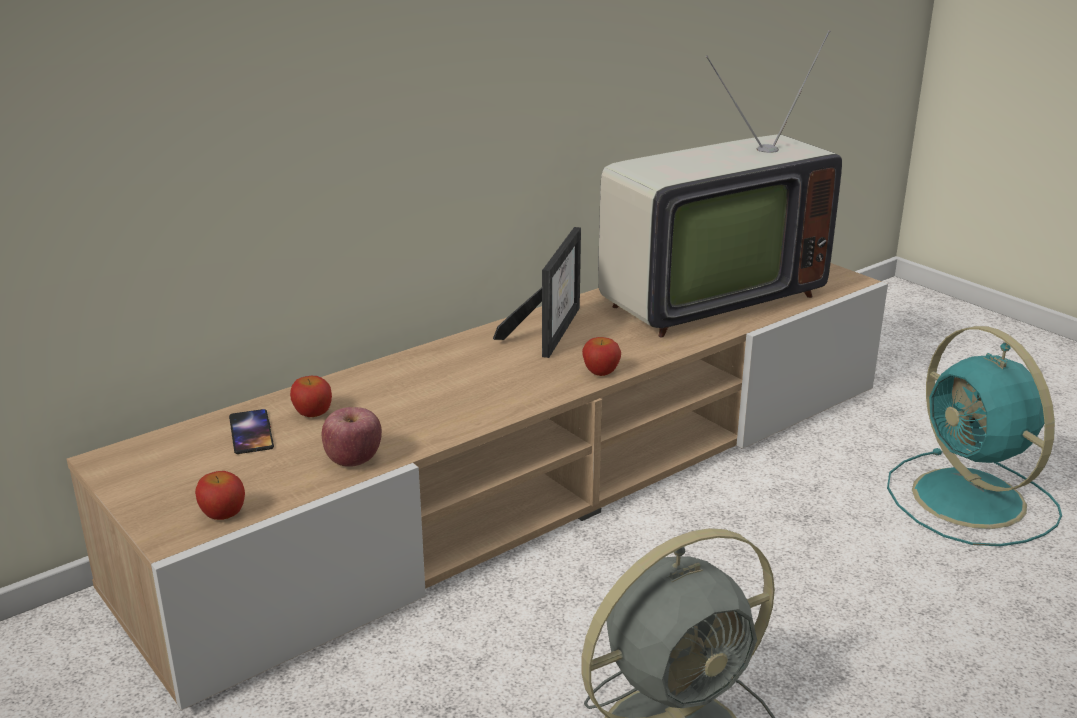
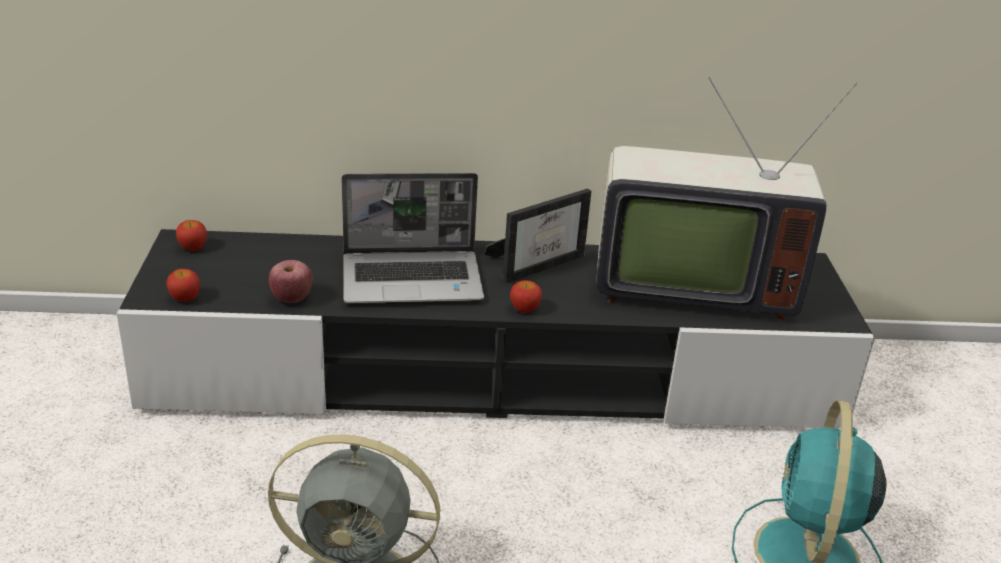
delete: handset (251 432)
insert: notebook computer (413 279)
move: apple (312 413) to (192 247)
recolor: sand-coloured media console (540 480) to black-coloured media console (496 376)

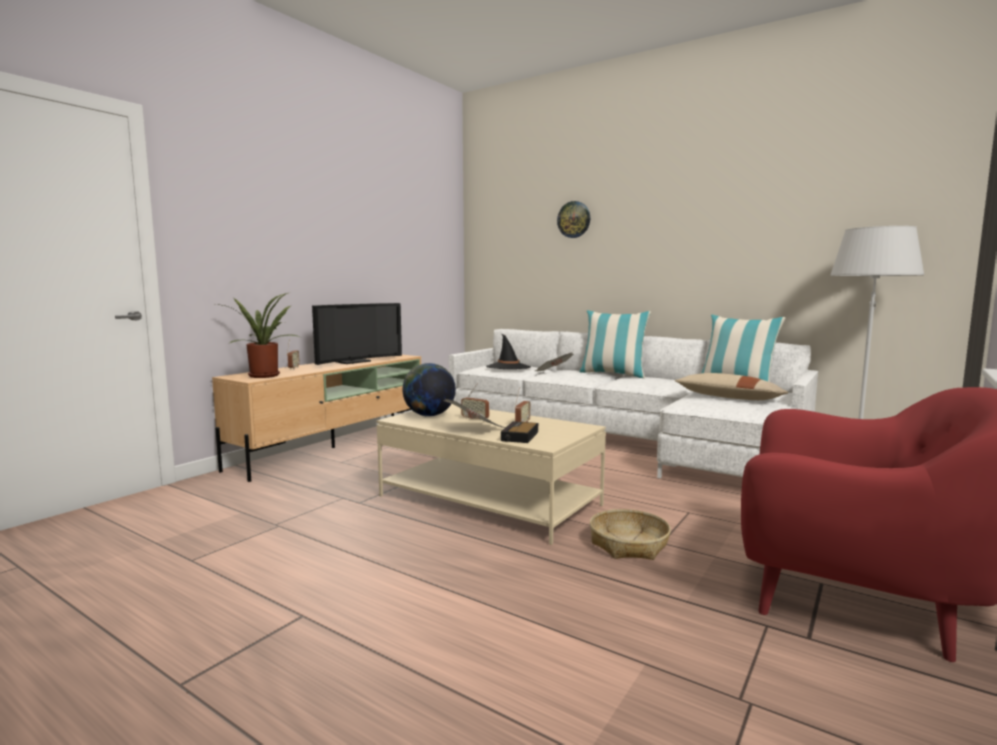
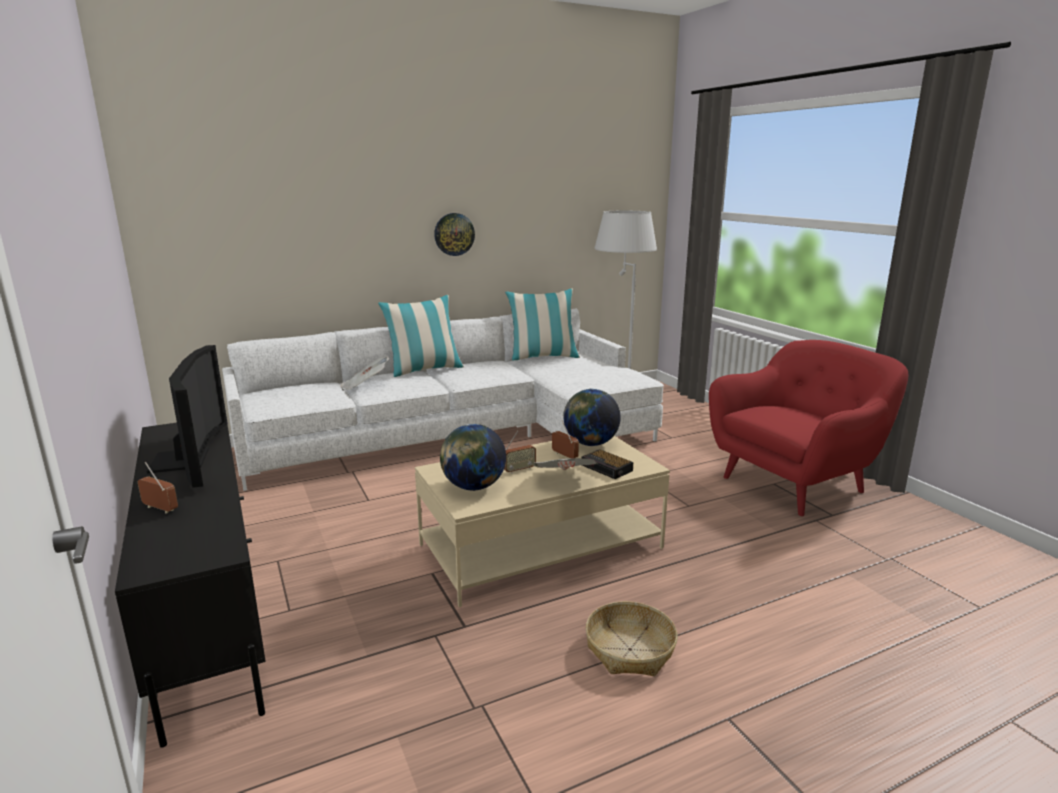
delete: houseplant (264 375); black-coloured clothing hat (508 367); sand-coloured throw pillow (729 398)
insert: globe (590 444)
move: hanging clock (574 219) to (454 234); storage basket (628 544) to (629 650)
recolor: sand-coloured media console (334 447) to black-coloured media console (208 602)

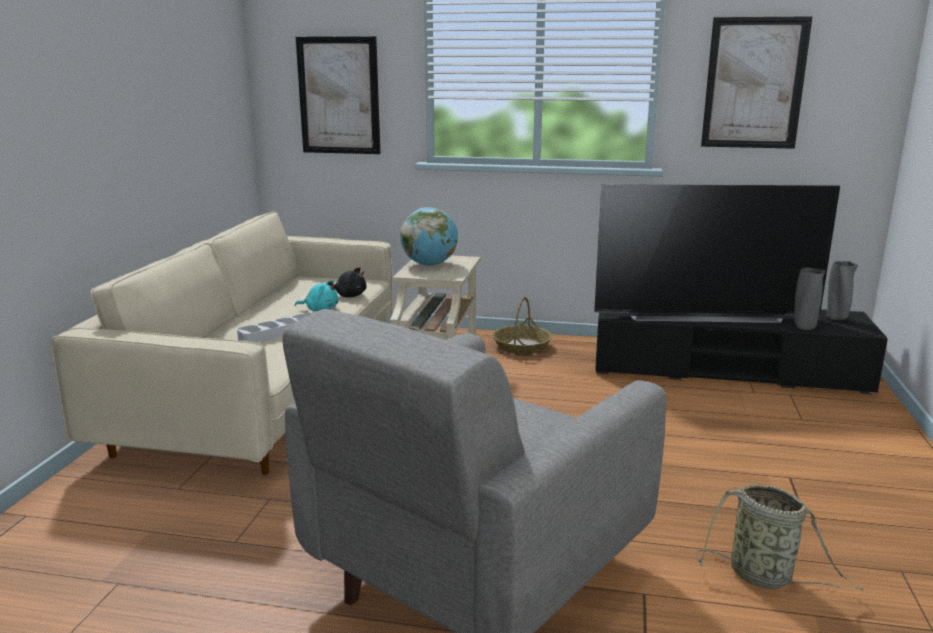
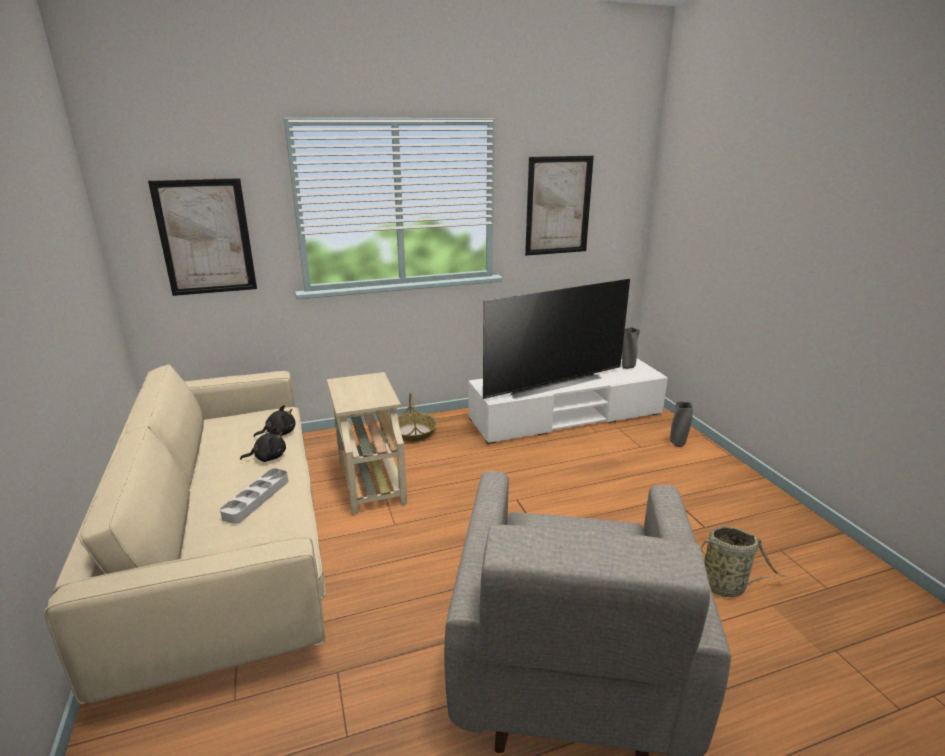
delete: globe (429 265)
move: greyish vase (804 327) to (678 444)
recolor: turquoise soft toy (320 309) to black-coloured soft toy (268 457); black-coloured media console (726 369) to whitish media console (566 416)

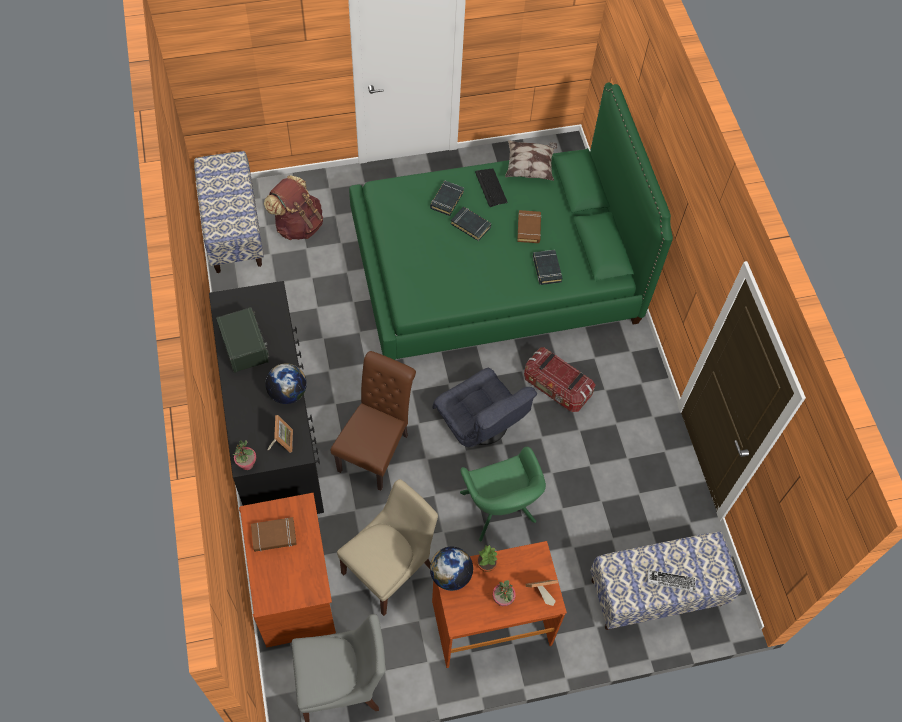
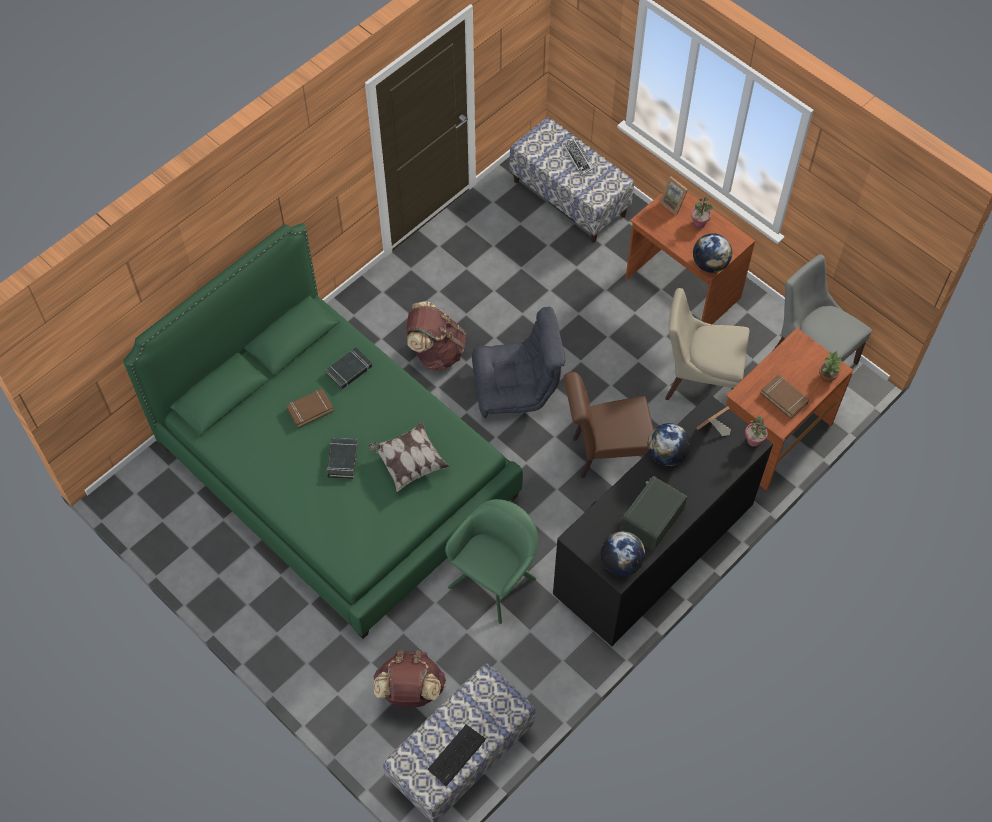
delete: black-coloured volume (446 200)
insert: globe (621 562)
move: green-coloured lounge chair (499 511) to (495 579); PC keyboard (490 187) to (456 755); houseplant (486 565) to (827 376); throw pillow (530 167) to (409 462)
replace: storage bin (556 388) to brown-coloured knapsack (436 351)
rotate: greyish lounge chair (481 423) = (516 389) 60 degrees clockwise

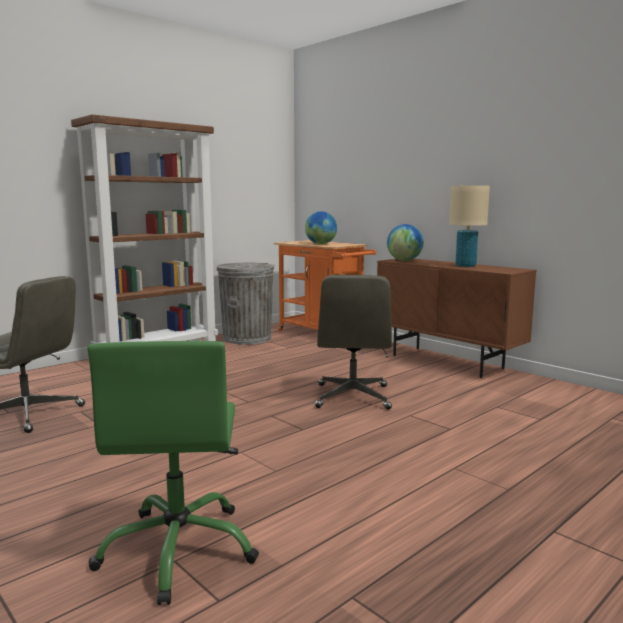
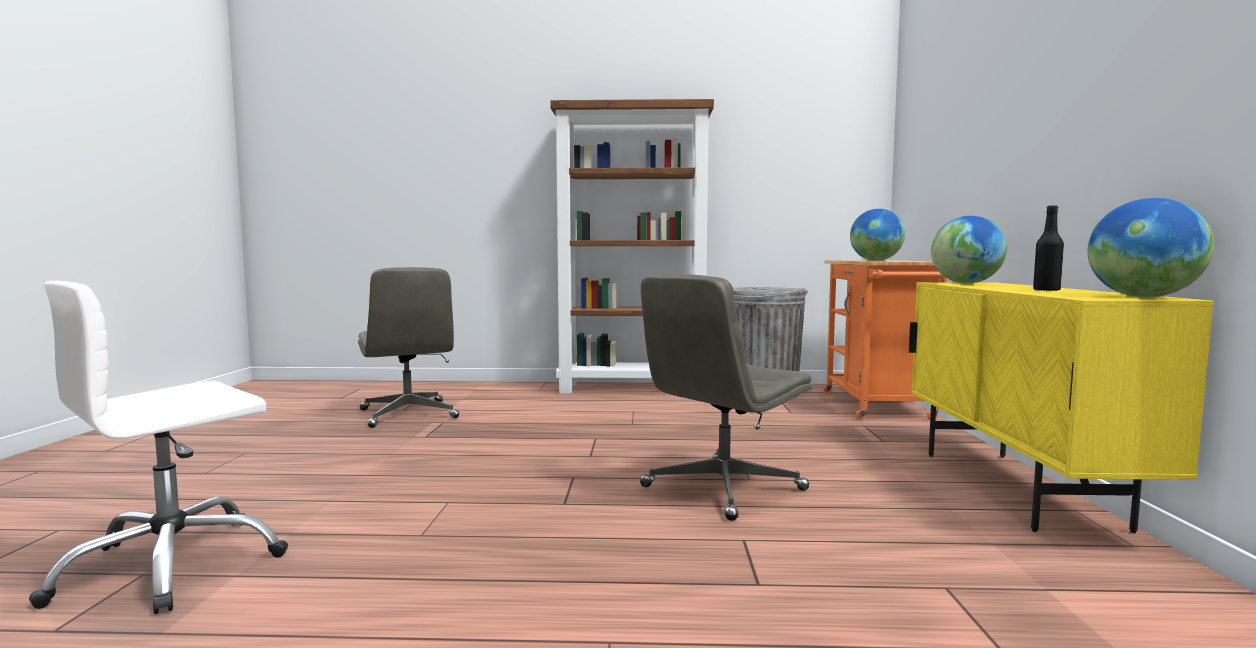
insert: globe (1142 297)
replace: sand-coloured table lamp (465 266) to black-coloured bottle (1046 290)
recolor: green-coloured desk chair (179 549) to whitish desk chair (171 566); brown-coloured cupboard (447 362) to yellowish cupboard (1016 488)

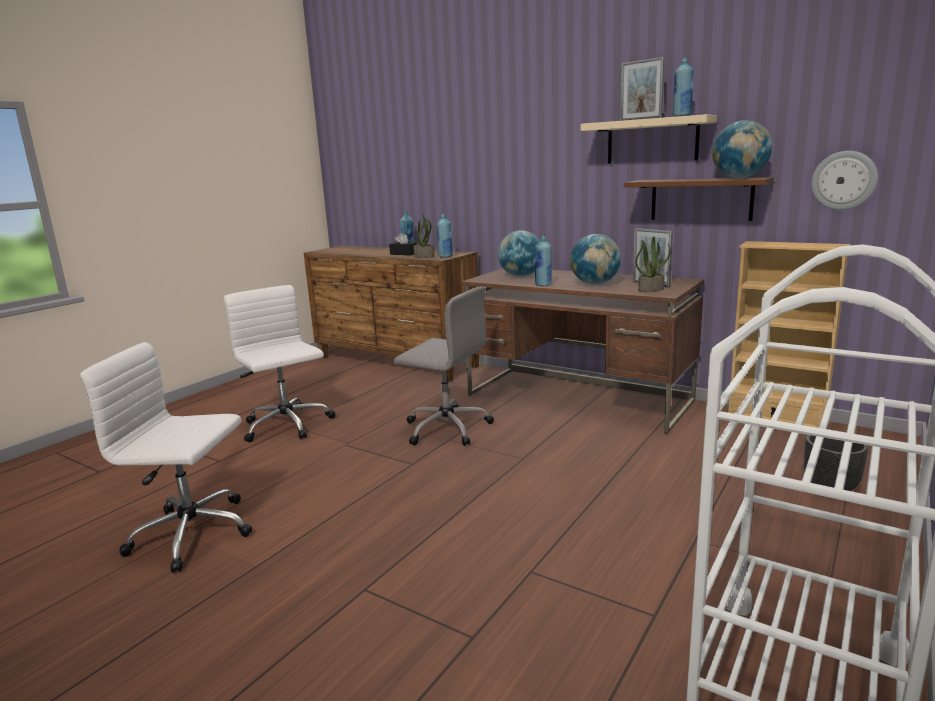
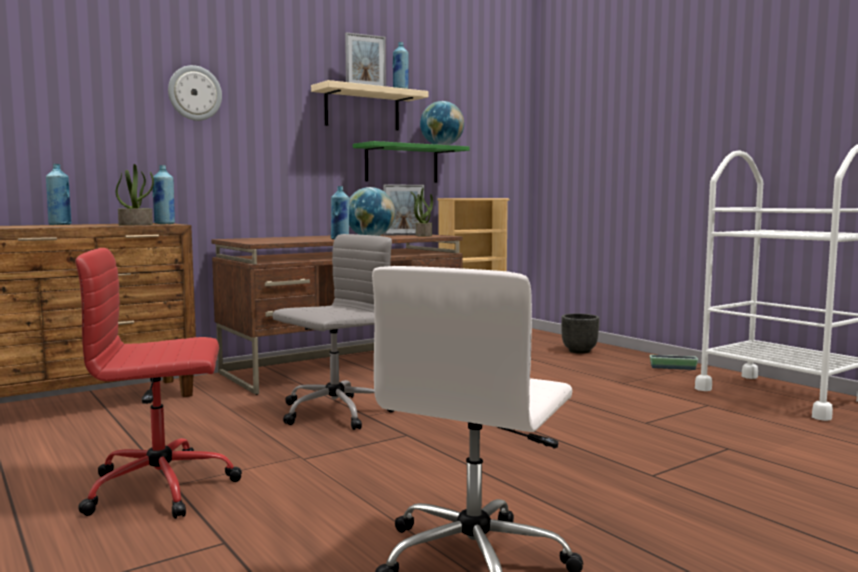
delete: black-coloured tissue holder (403 254); globe (521 276)
insert: flower pot (673 368)
move: hanging clock (843 180) to (194 93)
recolor: whitish desk chair (287 426) to red-coloured desk chair (163 487); brown-coloured wall shelf (701 199) to green-coloured wall shelf (401 164)

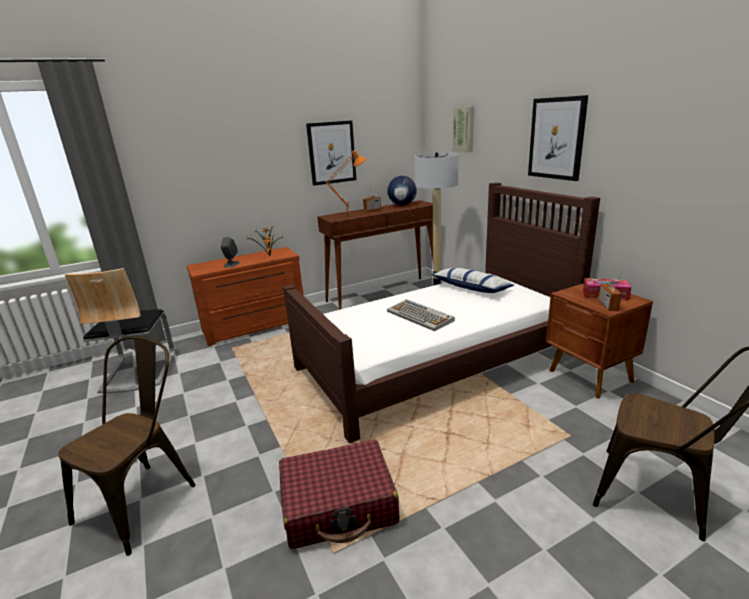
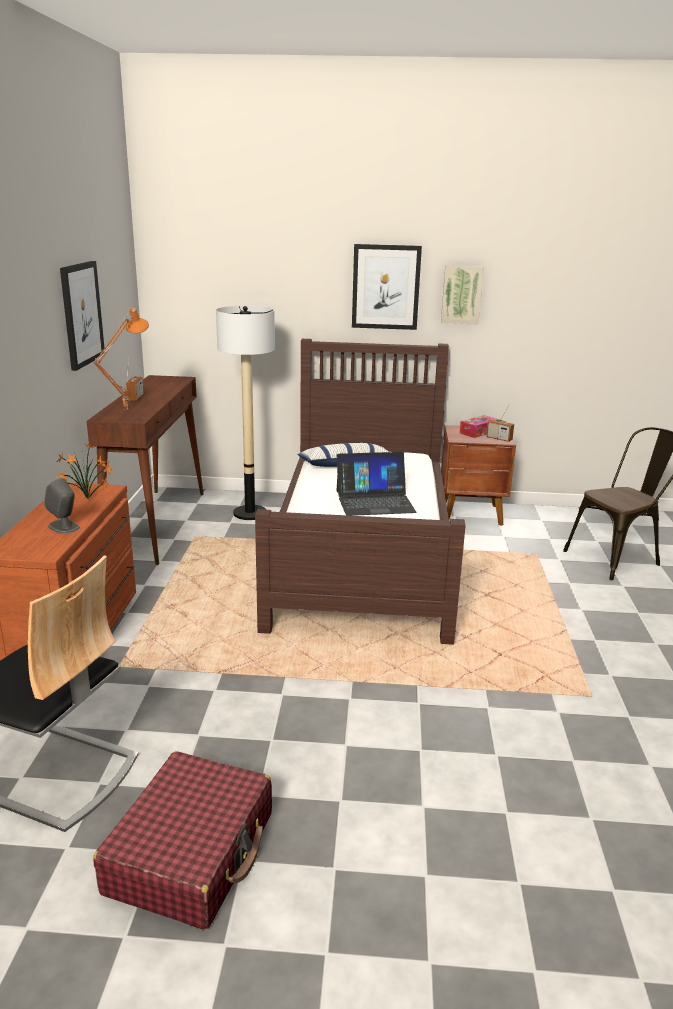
delete: brown-coloured plain chair (145 498); globe (402 205)
move: red-coloured travel case (339 504) to (191 853); wall picture (464 129) to (461 294)
replace: PC keyboard (420 316) to notebook computer (374 501)

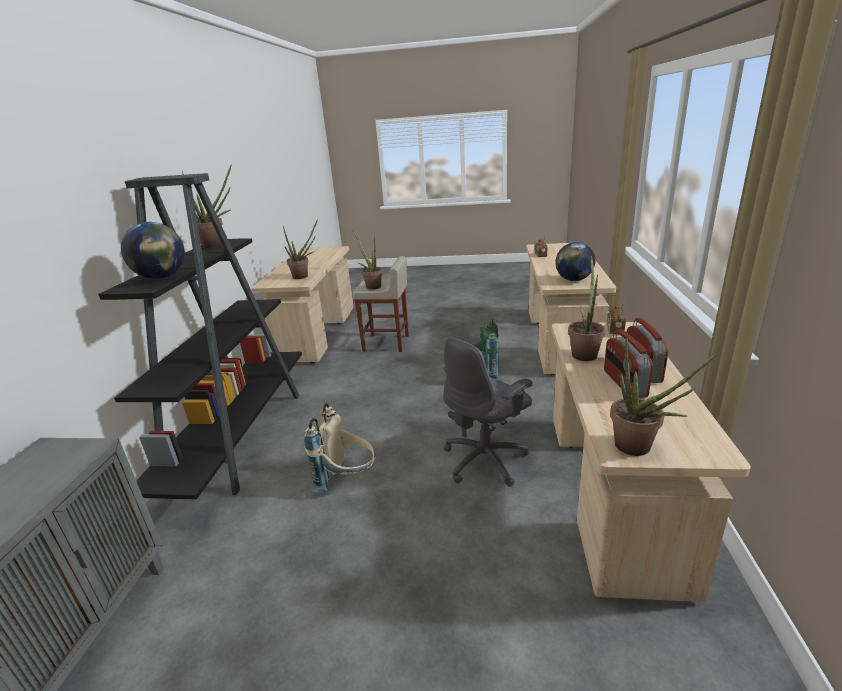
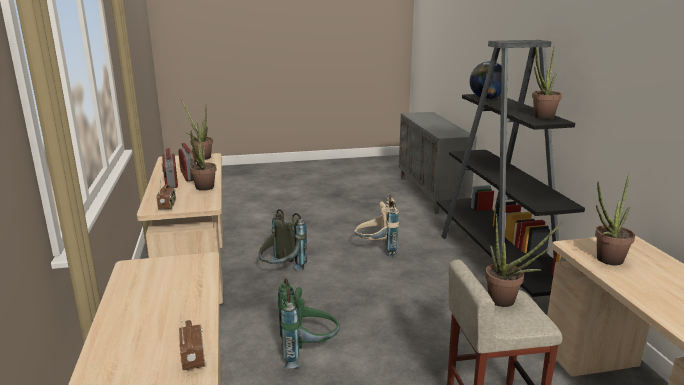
delete: globe (573 280)
replace: greyish desk chair (486 460) to greyish knapsack (281 272)

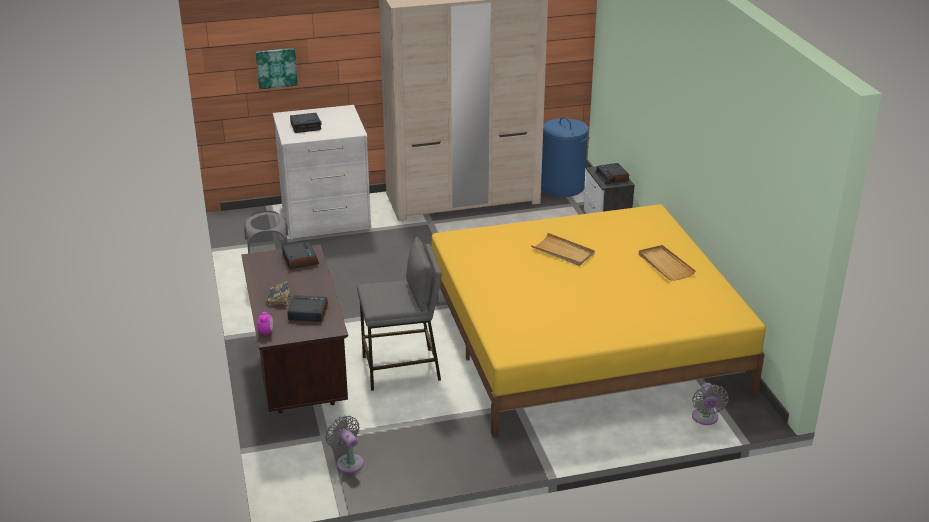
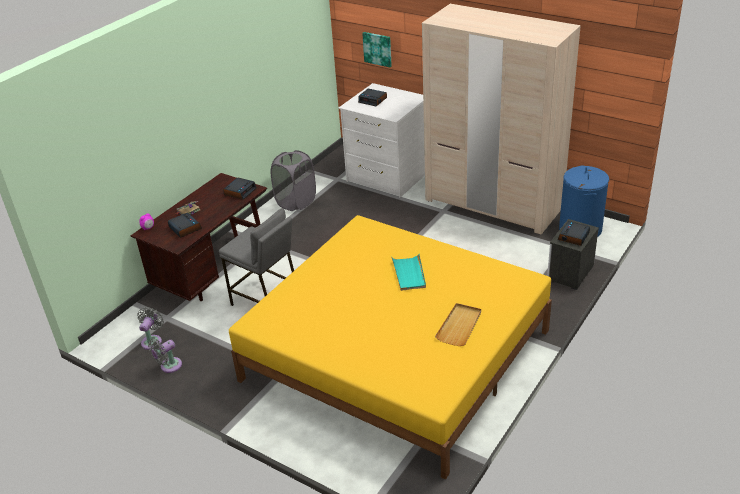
move: greyish cooling fan (705 418) to (169 366)
recolor: sand-coloured tray (563 252) to turquoise tray (409 274)

